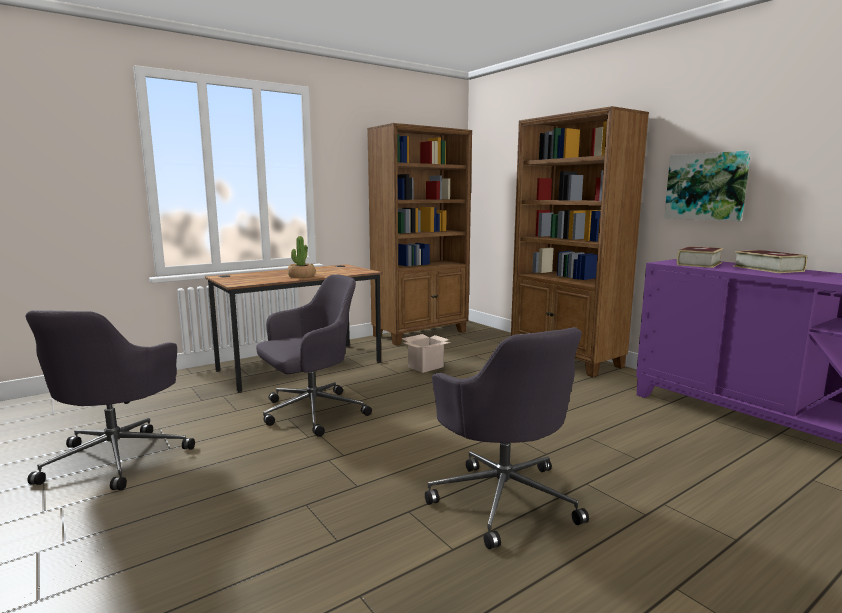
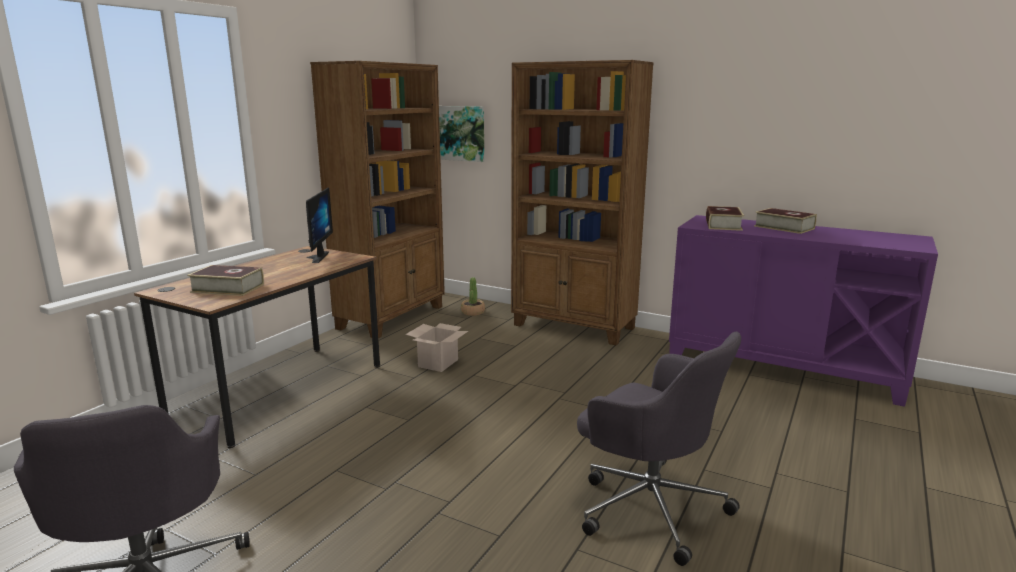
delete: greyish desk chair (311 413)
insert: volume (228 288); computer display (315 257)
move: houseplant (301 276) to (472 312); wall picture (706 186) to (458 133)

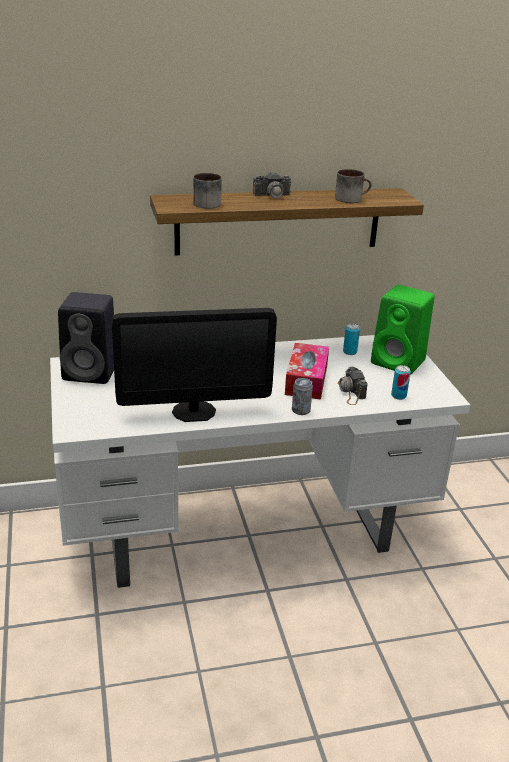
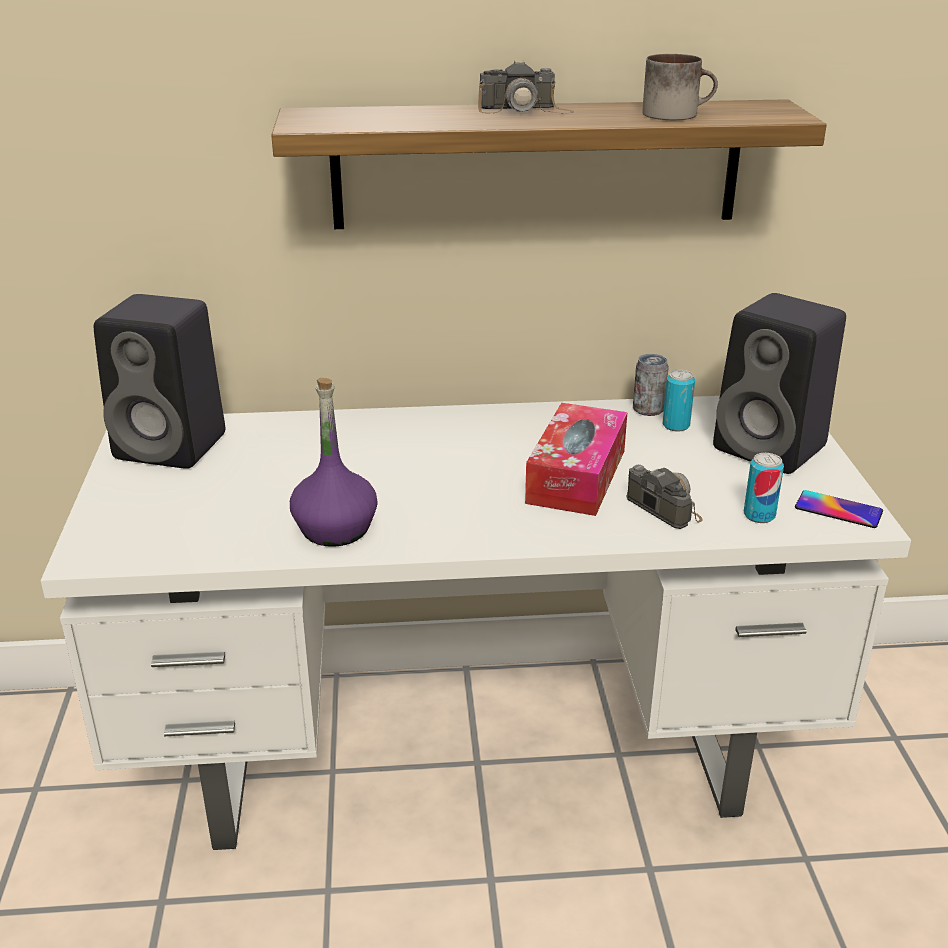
delete: coffee mug (205 202)
insert: handset (838 510)
move: can (301 410) to (648 409)
replace: computer display (194 411) to purple-coloured bottle (335 529)
recolor: green-coloured speaker (399 362) to black-coloured speaker (773 449)
rotate: photo camera (351 392) = (661 503) 150 degrees clockwise

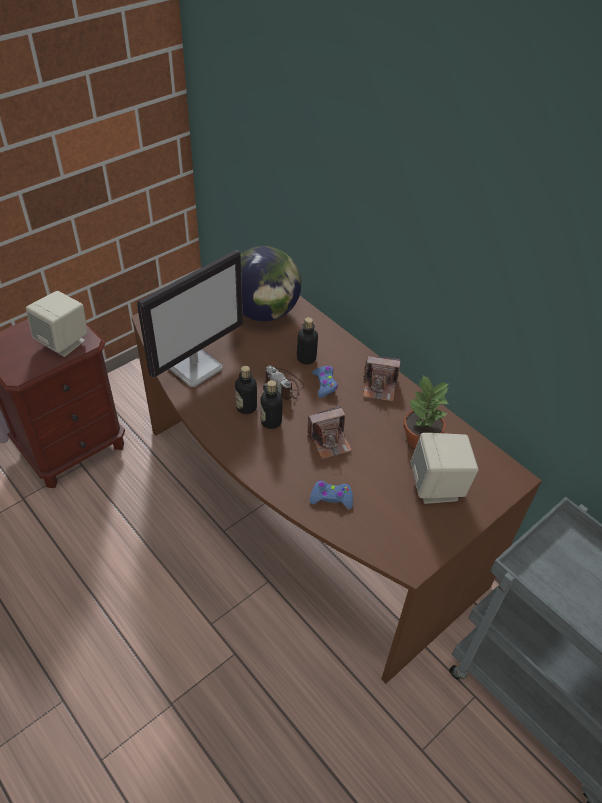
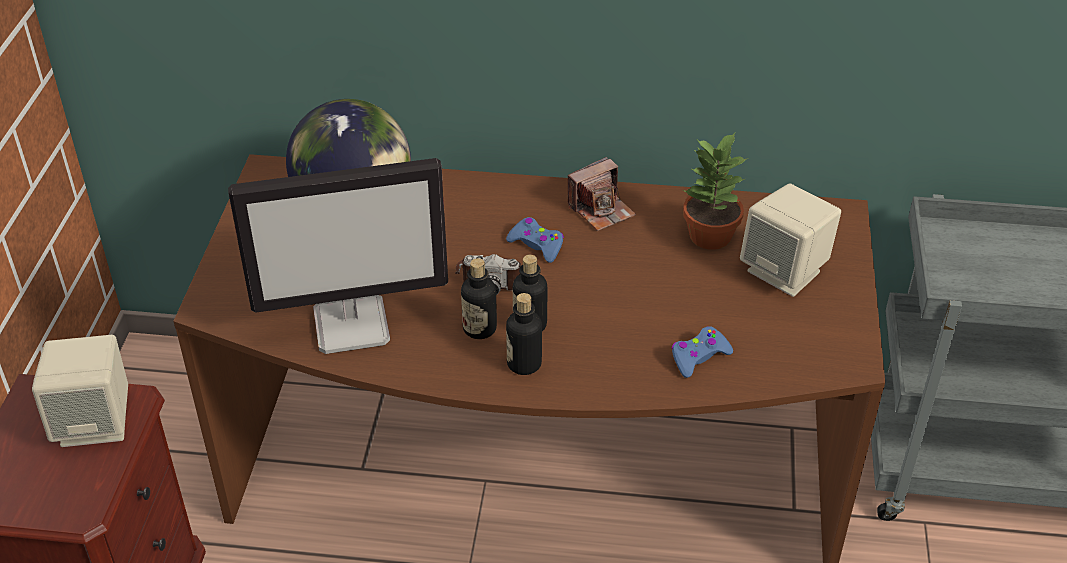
delete: photo camera (329 441)
move: bottle (306 358) to (524 364)
rotate: computer display (196 367) = (353 325) 75 degrees clockwise

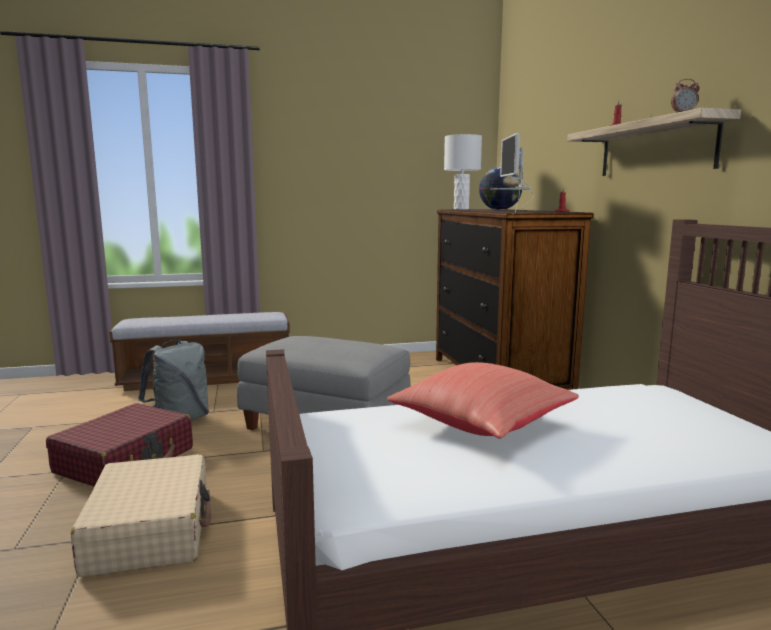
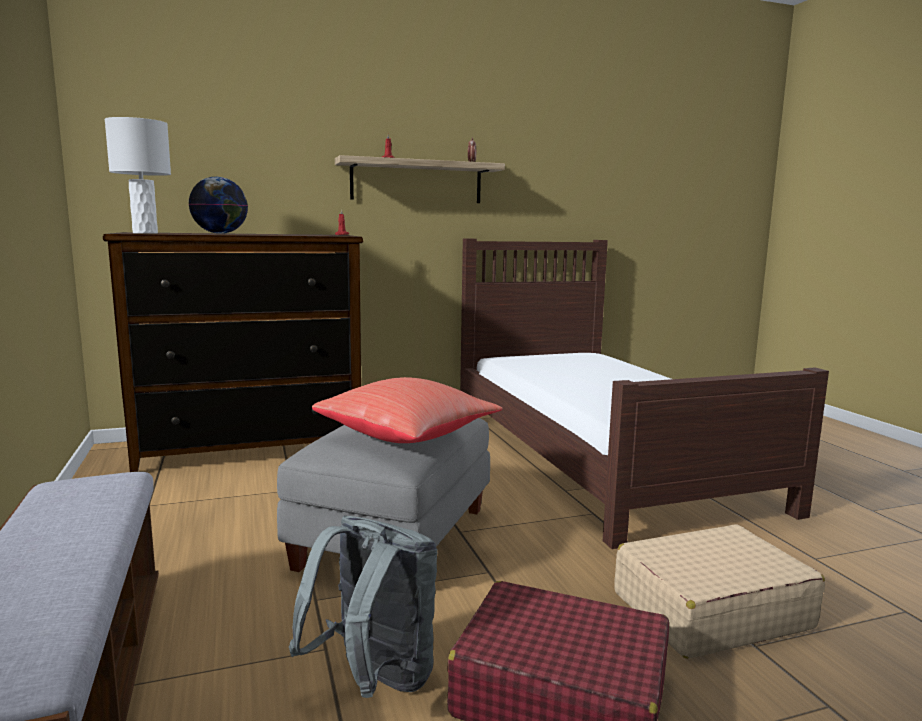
delete: computer display (510 211)
move: red-coloured throw pillow (484 425) to (408 436)

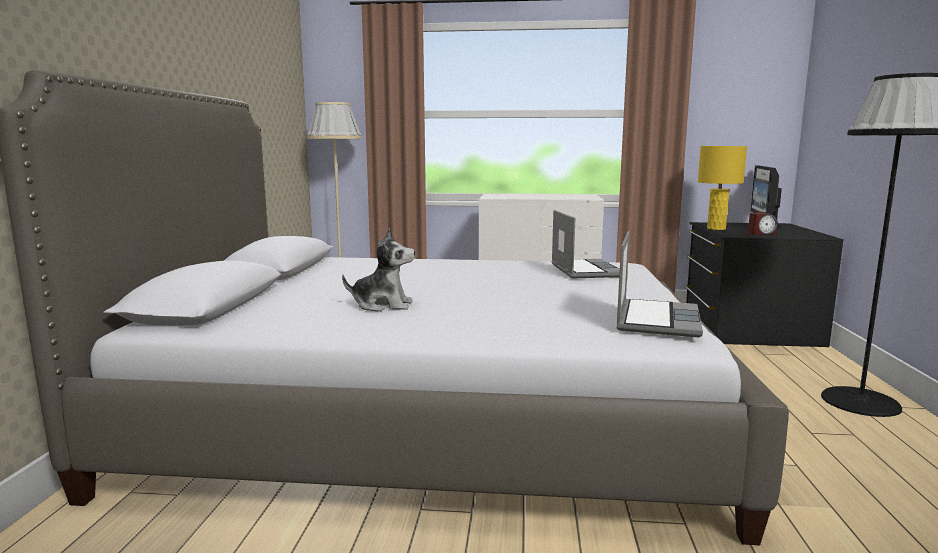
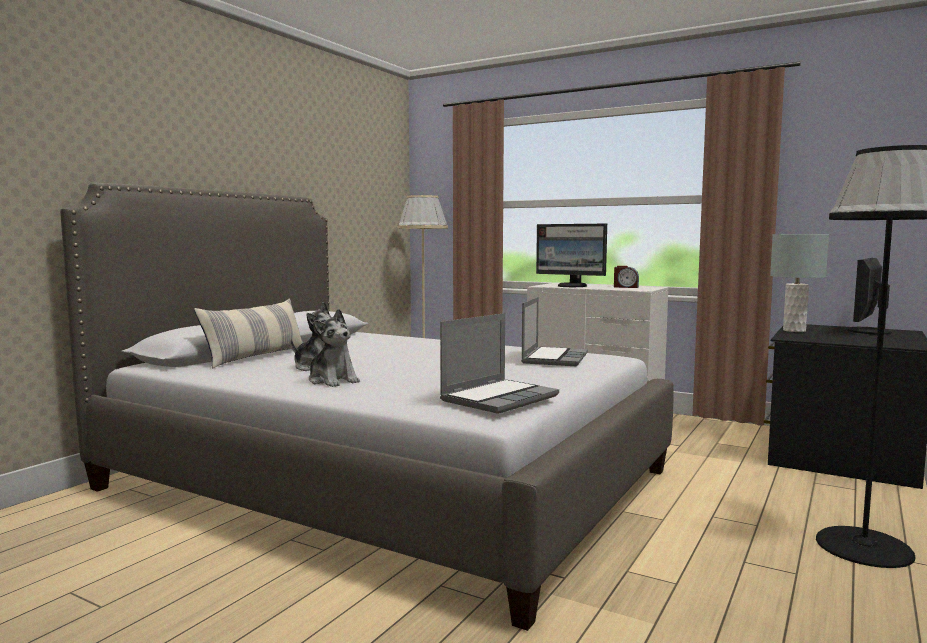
insert: throw pillow (256 357); soft toy (333 381); computer display (572 286)
move: bedside clock (761 233) to (626 287)
recolor: yellowish table lamp (716 228) to greyish table lamp (794 330)

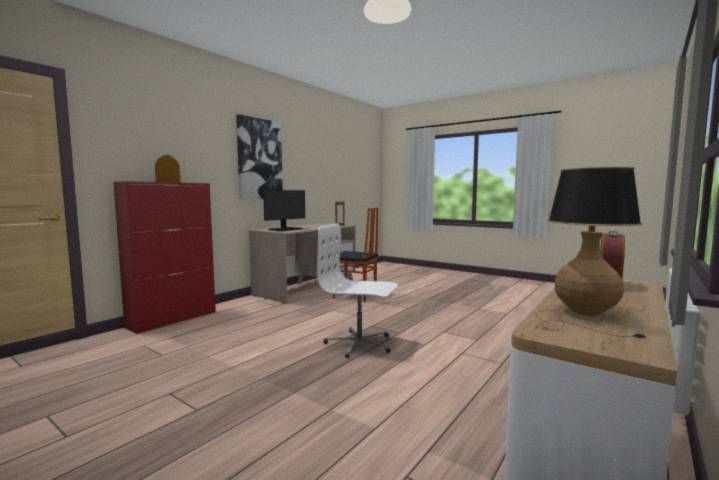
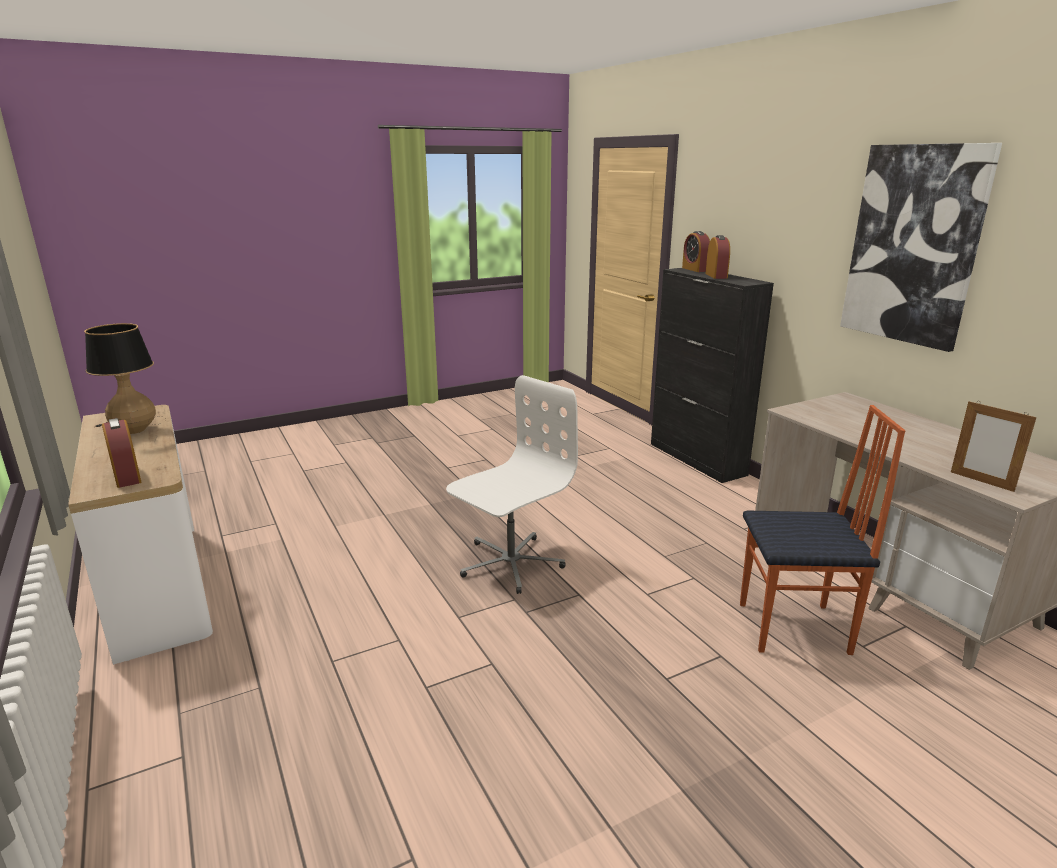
delete: computer display (285 229)
insert: bedside clock (695 269)
recolor: red-coloured cupboard (173 319) to black-coloured cupboard (697 459)
rotate: plain chair (355 296) = (795 629) 135 degrees counterclockwise

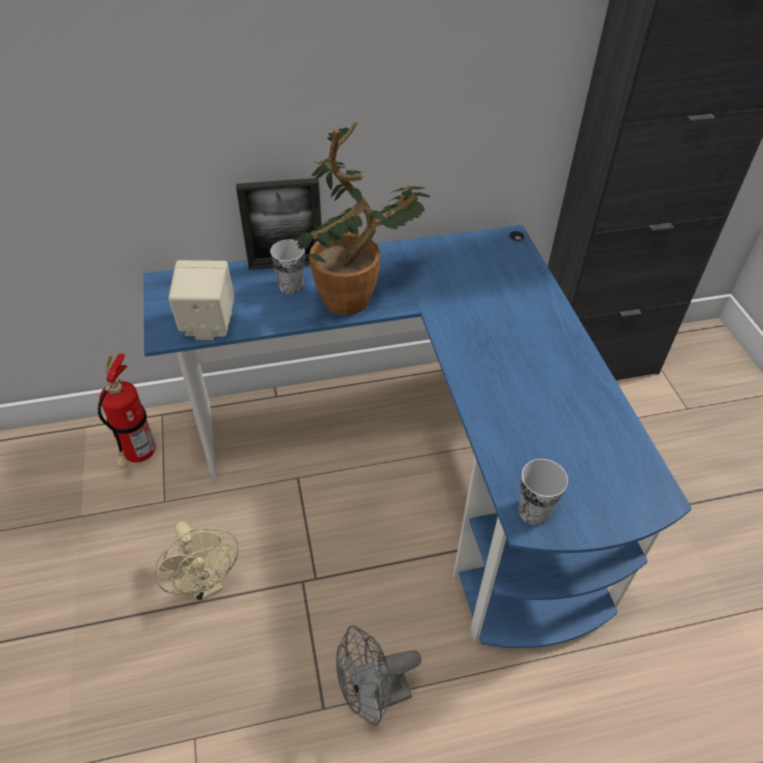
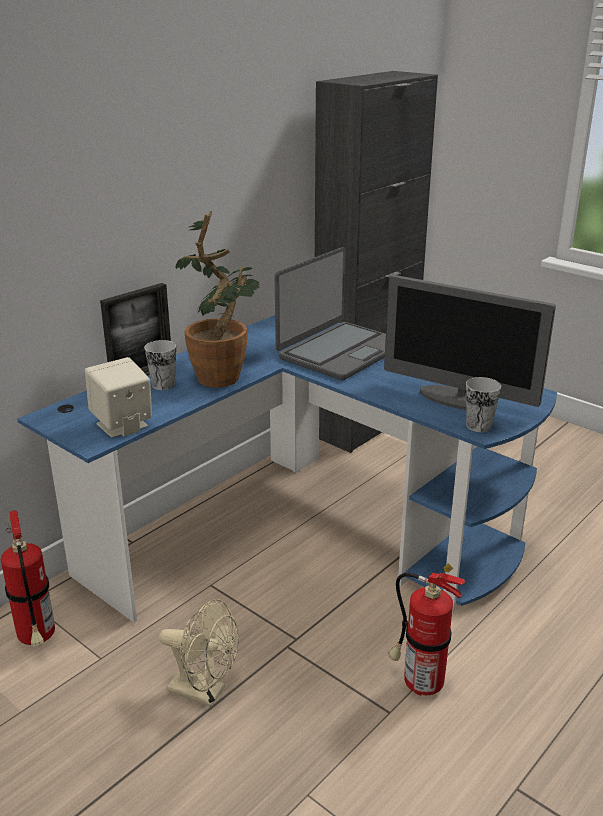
insert: notebook computer (340 351); computer display (458 399)
replace: greyish cooling fan (373 697) to extinguisher (418 683)

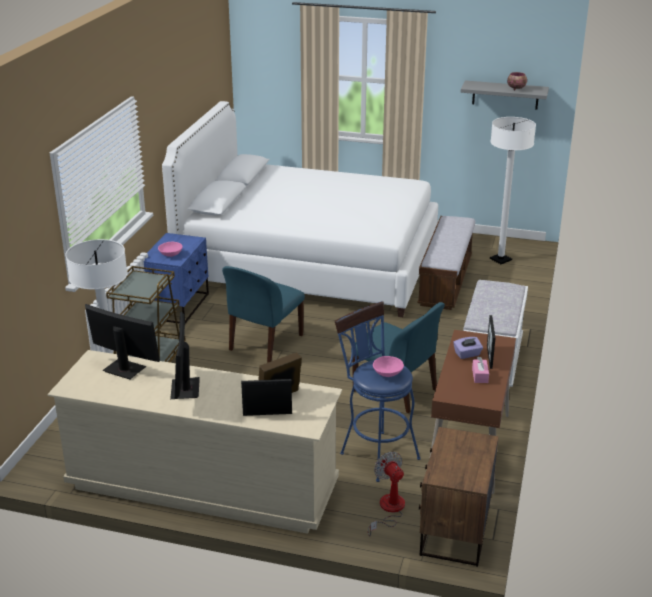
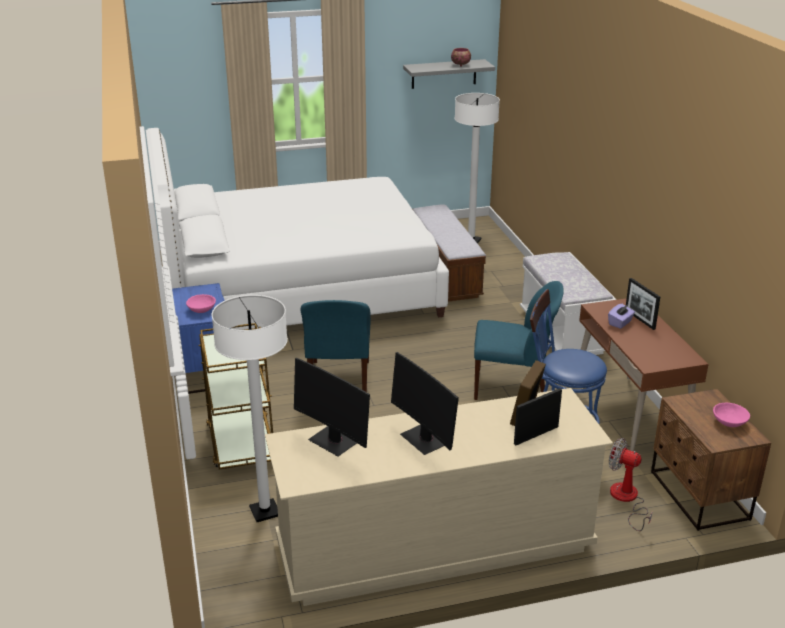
delete: pinkish tissue holder (480 375)
move: pinkish deep dish (388 373) to (729 422)
rotate: computer display (124 369) = (334 441) 135 degrees counterclockwise

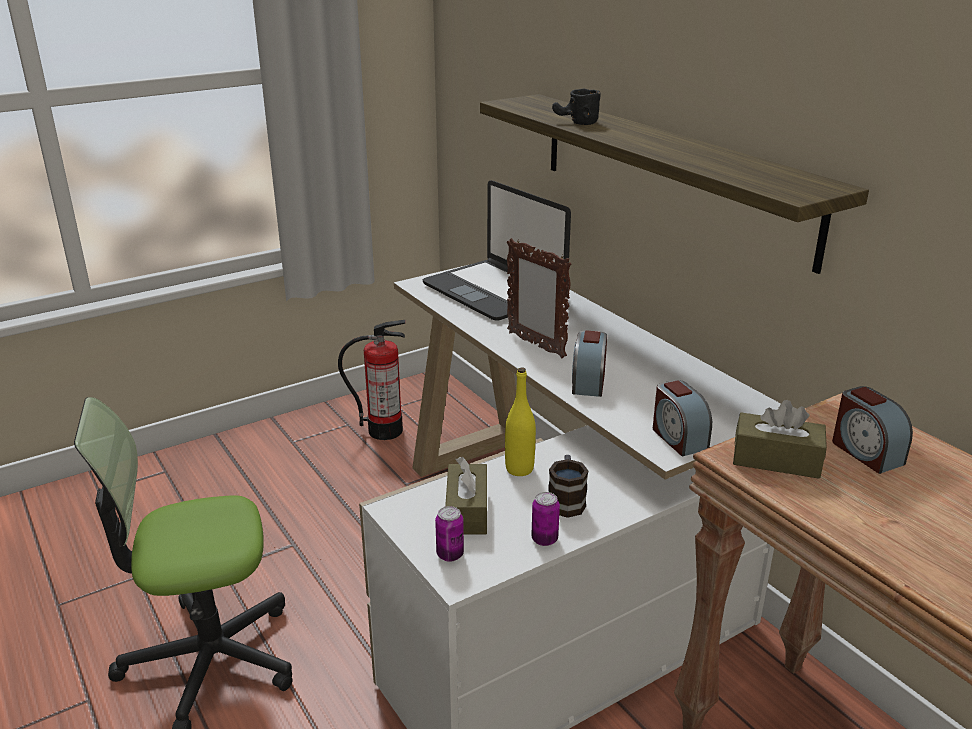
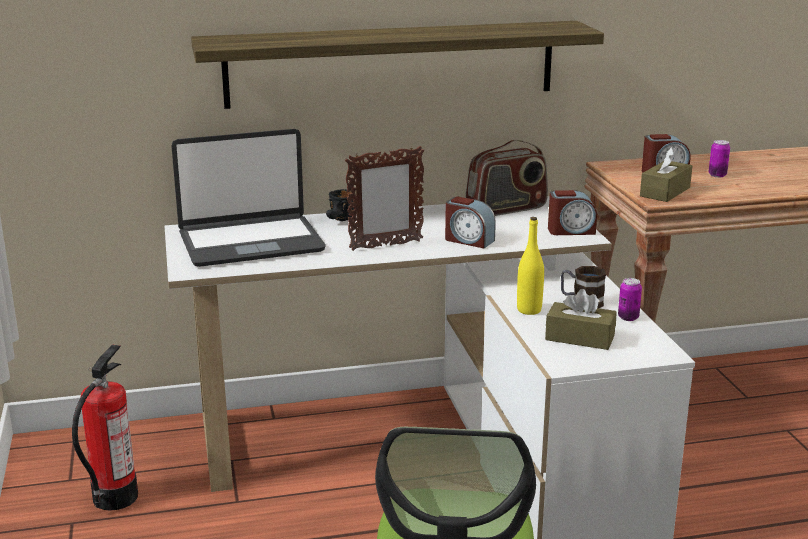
insert: radio receiver (506 209)
move: can (450 555) to (717 175); black-coloured coffee mug (575 122) to (340 220)

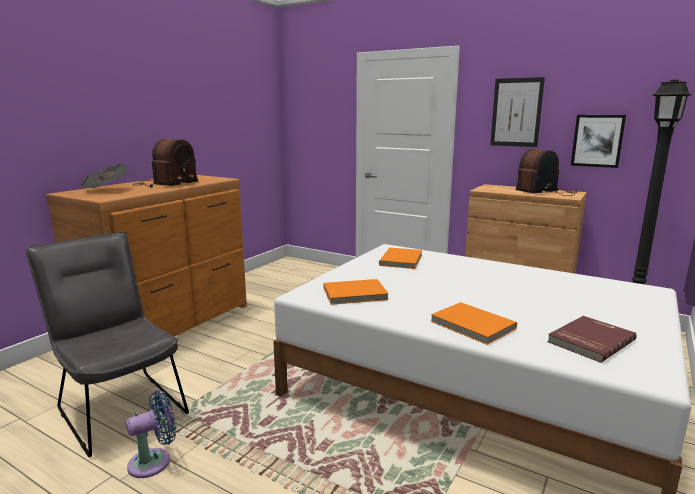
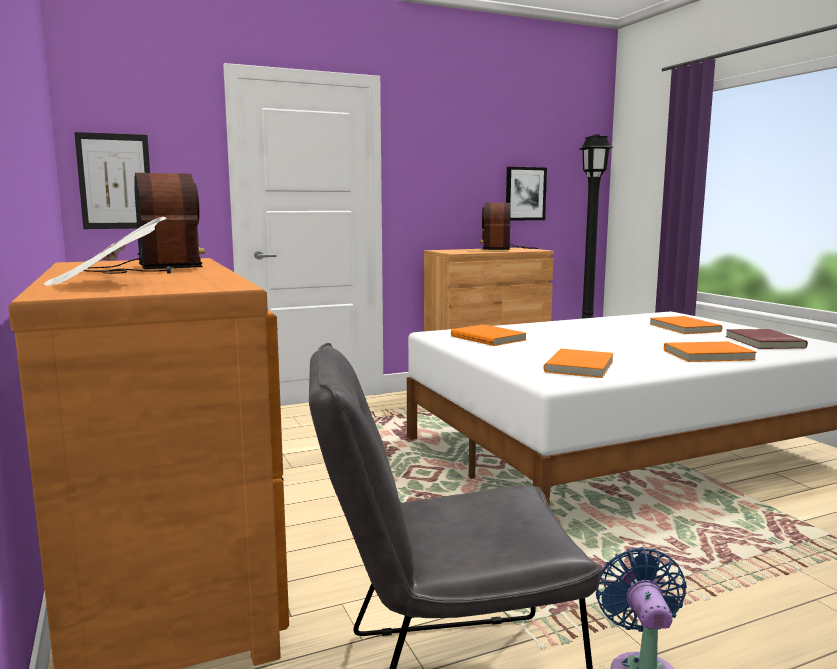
insert: orange volume (683 328)
move: wall picture (516 112) to (115 181)

